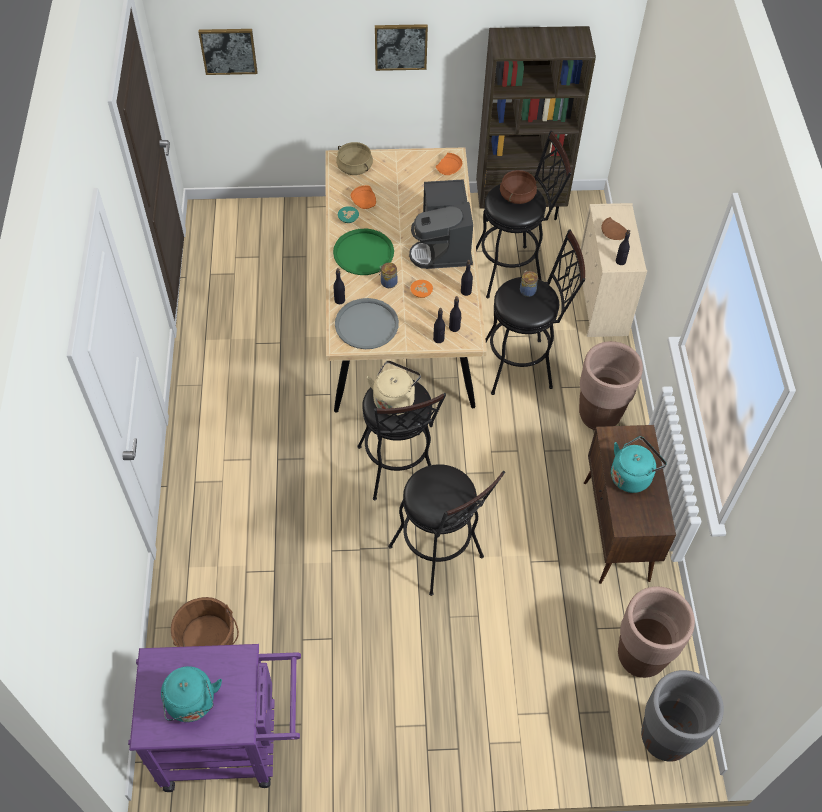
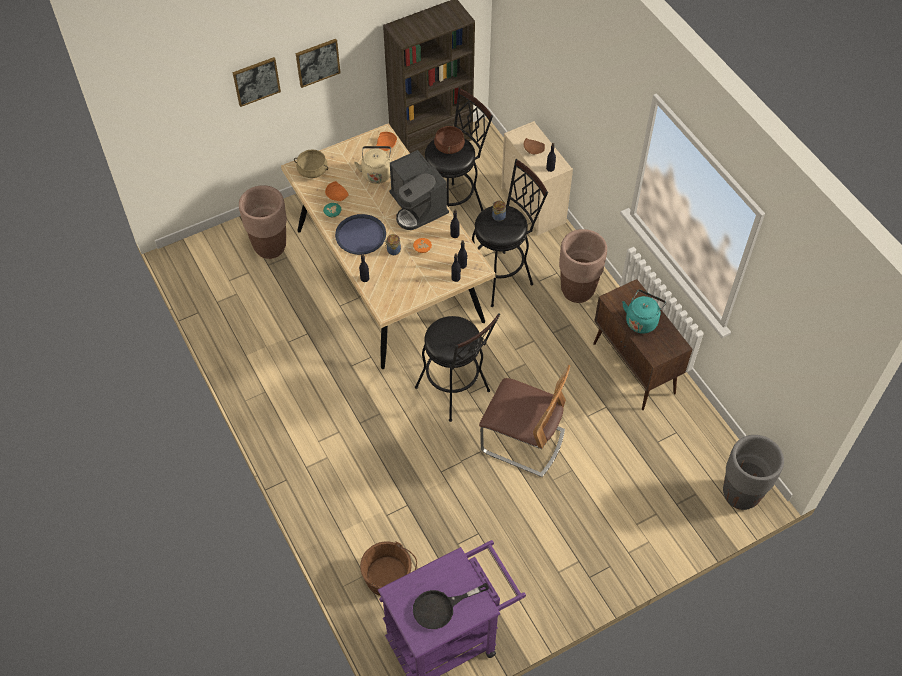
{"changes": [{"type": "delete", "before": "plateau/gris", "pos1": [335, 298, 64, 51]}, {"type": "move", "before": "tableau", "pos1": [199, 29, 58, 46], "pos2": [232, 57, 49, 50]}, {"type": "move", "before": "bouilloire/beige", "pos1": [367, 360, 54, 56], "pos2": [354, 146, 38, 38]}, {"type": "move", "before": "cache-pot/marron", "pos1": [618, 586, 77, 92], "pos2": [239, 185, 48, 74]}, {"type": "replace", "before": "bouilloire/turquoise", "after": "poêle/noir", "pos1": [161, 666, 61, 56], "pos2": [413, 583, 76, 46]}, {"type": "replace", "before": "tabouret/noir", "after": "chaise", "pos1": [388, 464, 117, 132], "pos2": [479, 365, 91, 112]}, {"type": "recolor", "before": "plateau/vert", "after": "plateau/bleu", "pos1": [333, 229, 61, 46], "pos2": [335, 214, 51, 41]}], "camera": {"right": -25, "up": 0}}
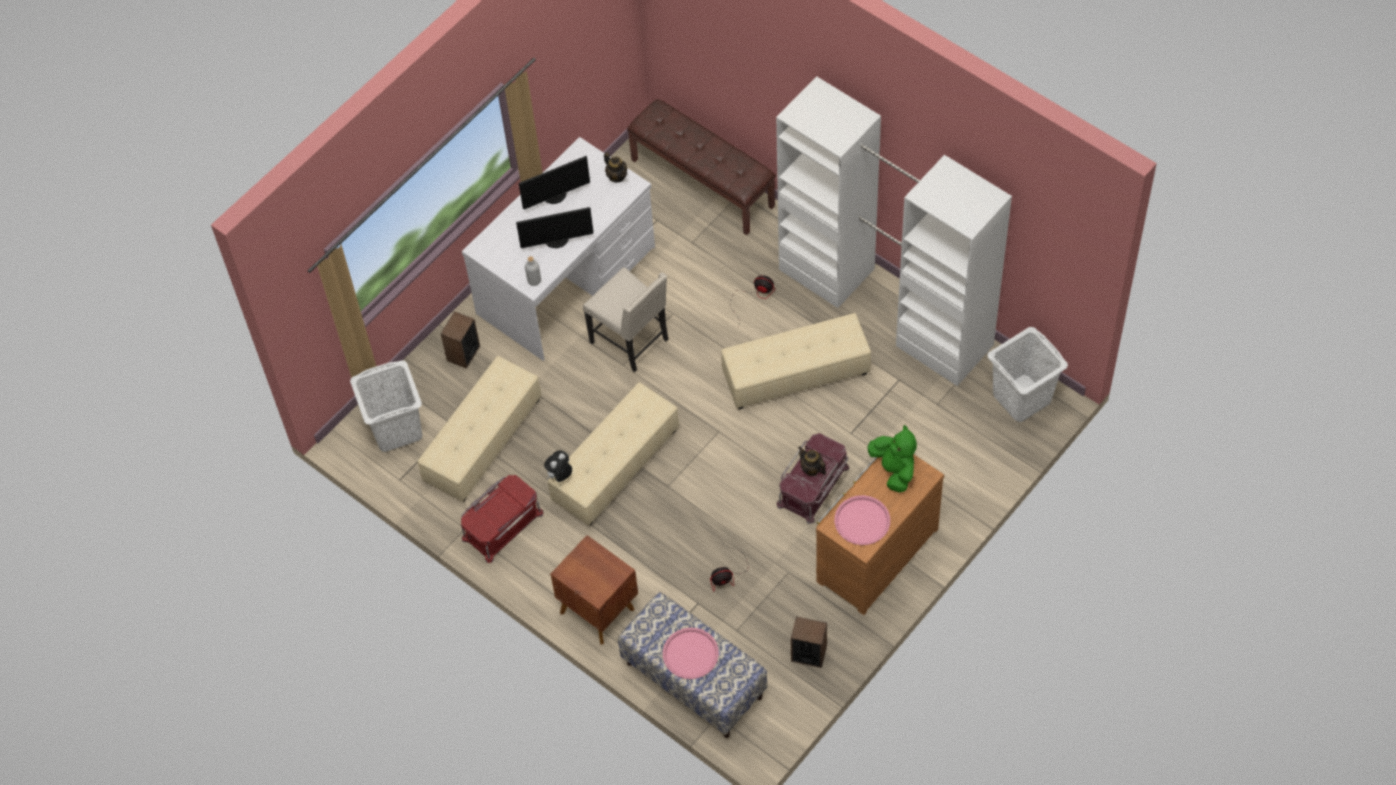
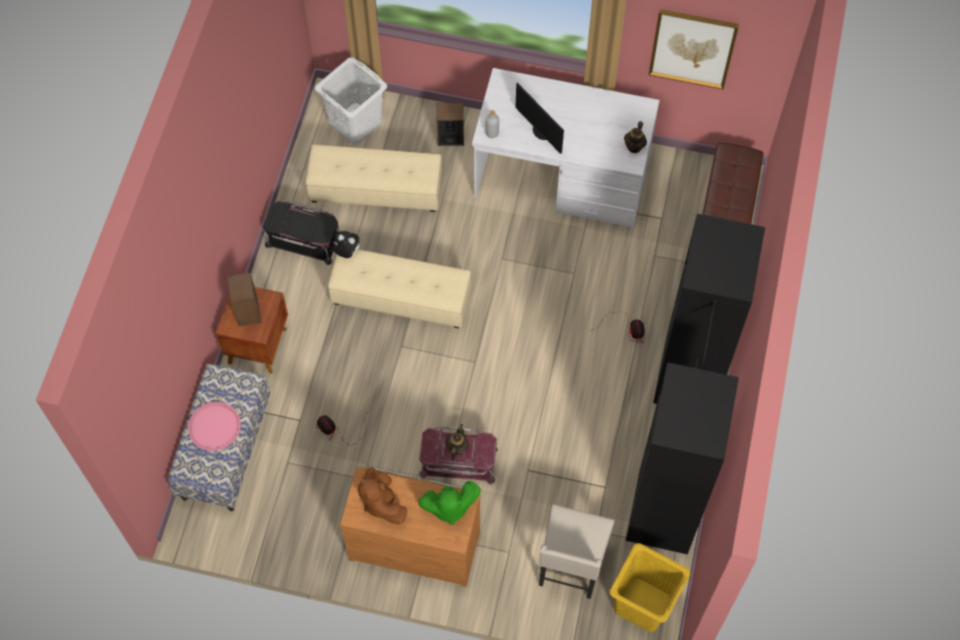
{"changes": [{"type": "delete", "before": "écran d'ordinateur", "pos1": [519, 156, 71, 53]}, {"type": "delete", "before": "pouf/beige", "pos1": [721, 313, 150, 96]}, {"type": "insert", "after": "tableau", "pos2": [649, 9, 90, 80]}, {"type": "move", "before": "chaise/beige", "pos1": [583, 267, 85, 105], "pos2": [539, 504, 75, 95]}, {"type": "move", "before": "enceinte", "pos1": [791, 616, 36, 52], "pos2": [227, 273, 34, 53]}, {"type": "replace", "before": "plateau/rose", "after": "peluche/marron", "pos1": [834, 495, 56, 50], "pos2": [358, 467, 49, 58]}, {"type": "recolor", "before": "boîte de rangement/rouge", "after": "boîte de rangement/noir", "pos1": [461, 475, 82, 88], "pos2": [263, 201, 77, 64]}, {"type": "recolor", "before": "armoire/blanc", "after": "armoire/noir", "pos1": [776, 76, 236, 310], "pos2": [626, 214, 139, 340]}, {"type": "recolor", "before": "panier à linge/blanc", "after": "panier à linge/jaune", "pos1": [987, 327, 81, 95], "pos2": [610, 543, 80, 89]}, {"type": "rotate", "before": "peluche/vert", "pos1": [868, 425, 49, 67], "pos2": [418, 481, 63, 44], "turn": 45}], "camera": {"right": 60, "up": 5}}
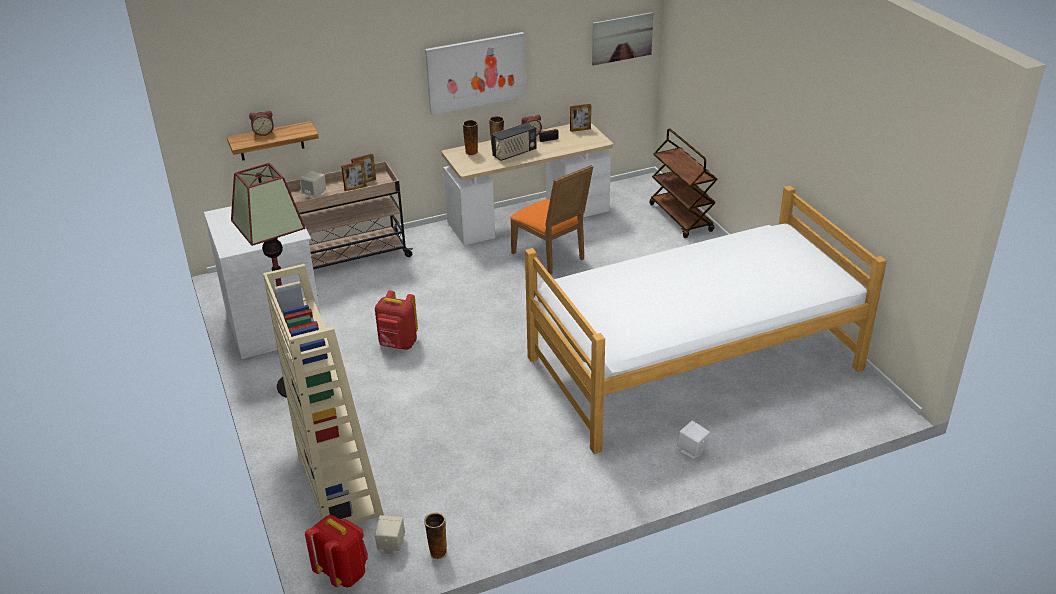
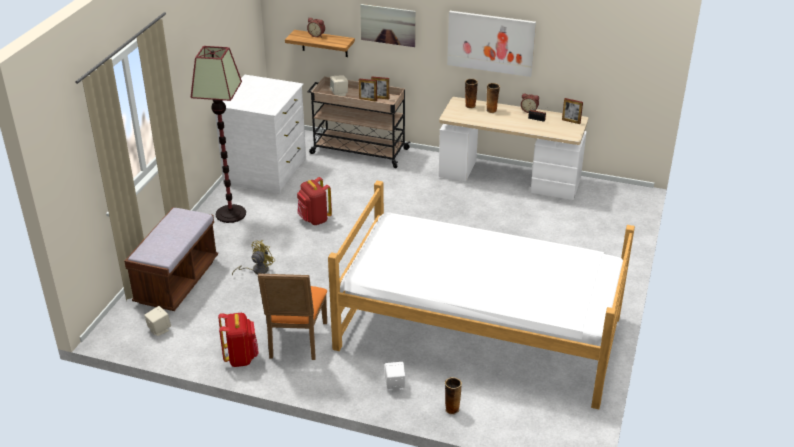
{"changes": [{"type": "delete", "before": "radio", "pos1": [492, 123, 44, 38]}, {"type": "delete", "before": "chariot/marron", "pos1": [649, 128, 69, 110]}, {"type": "insert", "after": "ventilateur/jaune", "pos2": [232, 240, 43, 35]}, {"type": "move", "before": "sac à dos/rouge", "pos1": [305, 515, 63, 73], "pos2": [218, 313, 41, 54]}, {"type": "move", "before": "vase", "pos1": [424, 513, 23, 46], "pos2": [445, 377, 17, 38]}, {"type": "move", "before": "chaise/orange", "pos1": [510, 165, 83, 110], "pos2": [258, 273, 69, 87]}, {"type": "move", "before": "tableau", "pos1": [592, 12, 61, 54], "pos2": [360, 4, 56, 43]}, {"type": "replace", "before": "bibliothèque/beige", "after": "banc/marron", "pos1": [263, 264, 121, 260], "pos2": [124, 207, 94, 104]}], "camera": {"right": 40, "up": 0}}
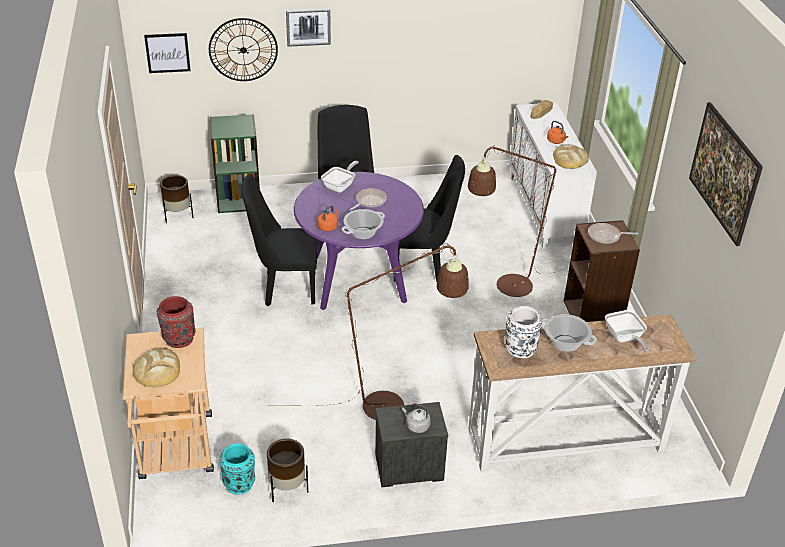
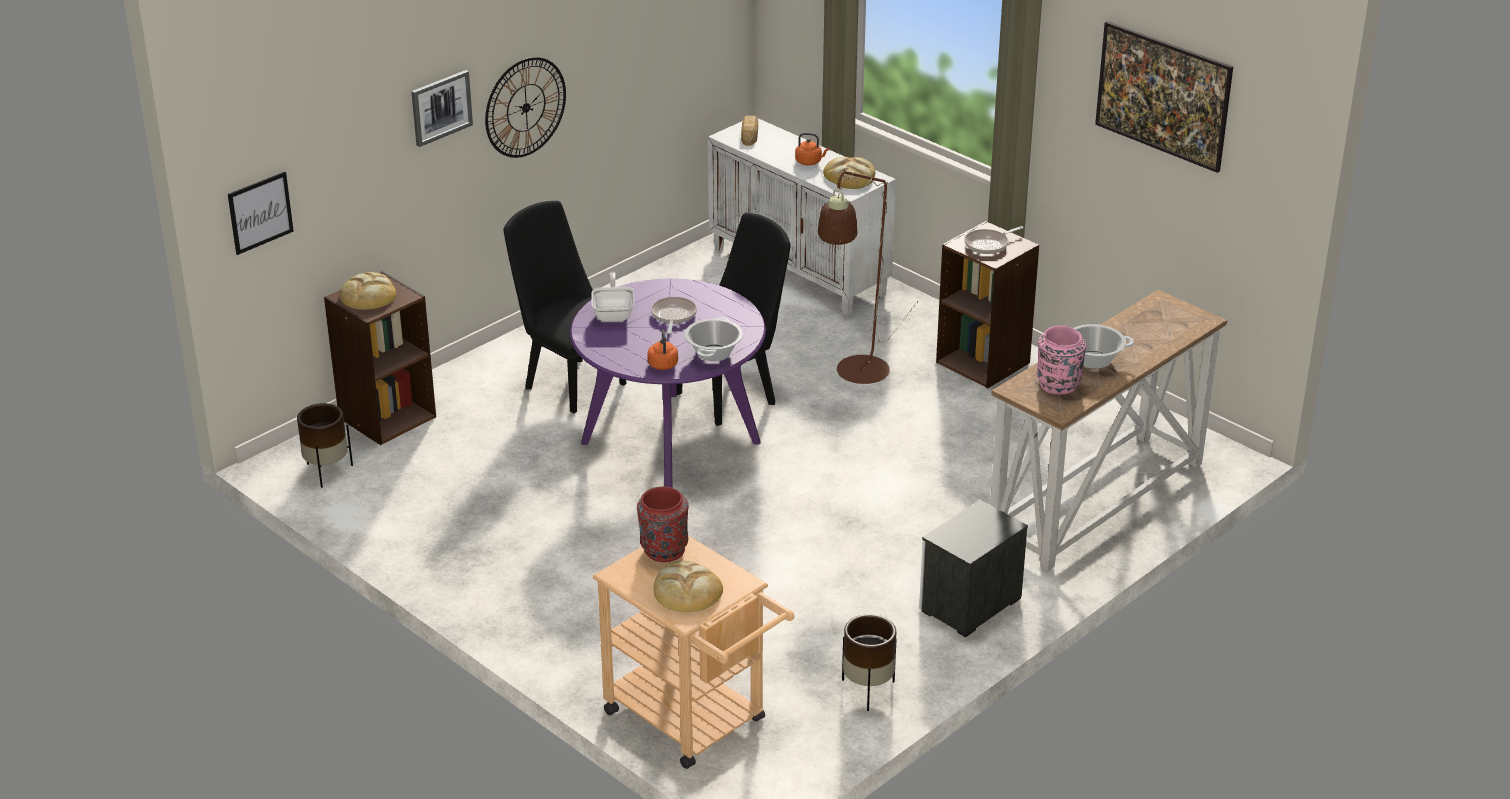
{"changes": [{"type": "delete", "before": "vase/turquoise", "pos1": [219, 443, 36, 52]}, {"type": "delete", "before": "chaise/noir", "pos1": [241, 174, 76, 132]}, {"type": "delete", "before": "lampadaire/marron", "pos1": [268, 243, 201, 177]}, {"type": "delete", "before": "bouilloire/gris", "pos1": [402, 403, 29, 30]}, {"type": "delete", "before": "poêle", "pos1": [605, 310, 44, 42]}, {"type": "insert", "after": "pain", "pos2": [340, 272, 56, 38]}, {"type": "move", "before": "horloge murale", "pos1": [209, 18, 69, 63], "pos2": [485, 57, 81, 101]}, {"type": "recolor", "before": "bibliothèque/vert", "after": "bibliothèque/marron", "pos1": [210, 114, 50, 99], "pos2": [324, 271, 112, 174]}, {"type": "recolor", "before": "vase/blanc", "after": "vase/rose", "pos1": [505, 306, 38, 52], "pos2": [1037, 326, 49, 69]}], "camera": {"right": -35, "up": -5}}
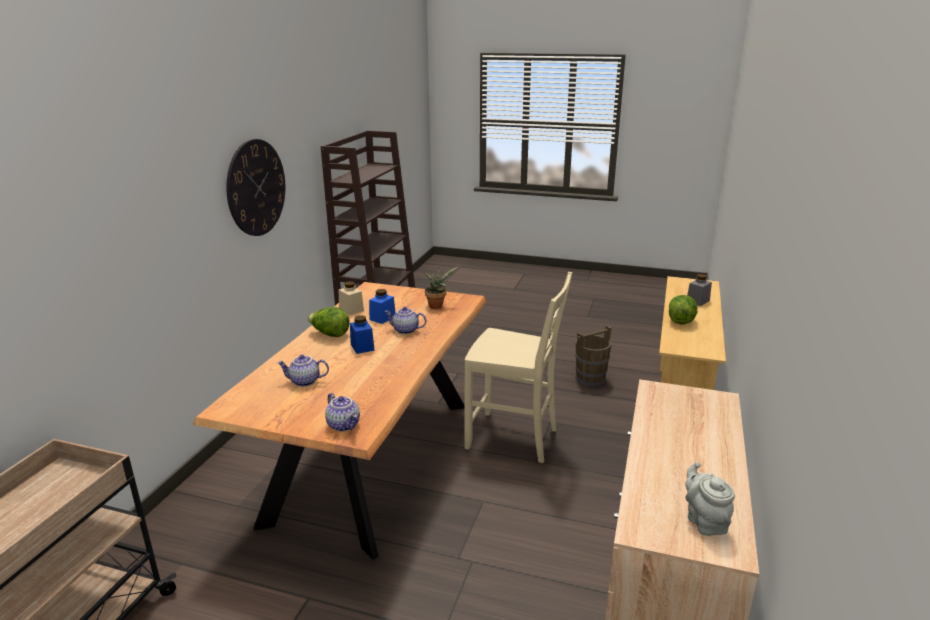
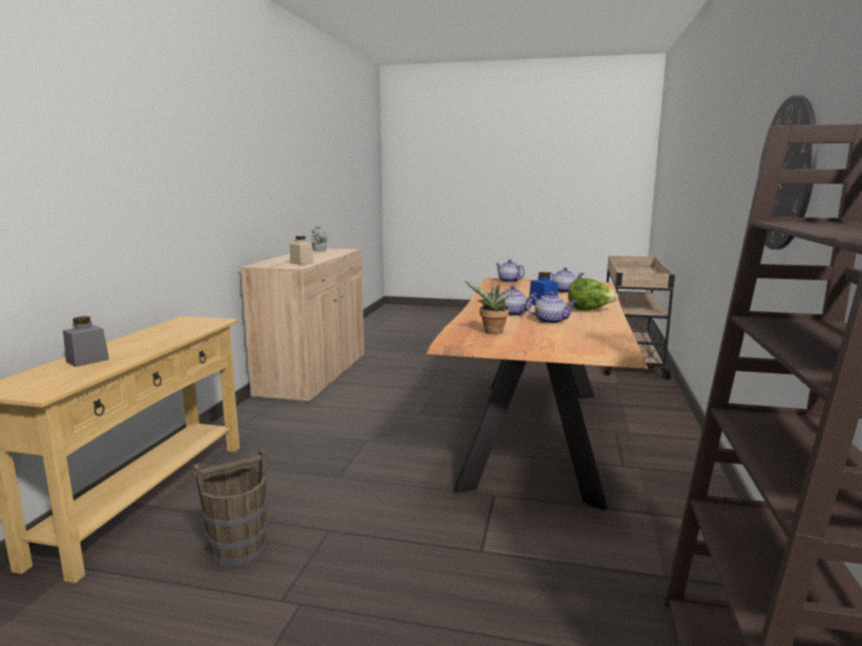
{"changes": [{"type": "delete", "before": "chaise/beige", "pos1": [464, 272, 108, 191]}, {"type": "delete", "before": "laitue", "pos1": [669, 295, 28, 29]}, {"type": "move", "before": "bocal/beige", "pos1": [338, 281, 26, 34], "pos2": [290, 236, 24, 29]}, {"type": "replace", "before": "bocal/bleu", "after": "théière", "pos1": [369, 289, 27, 35], "pos2": [526, 292, 51, 32]}], "camera": {"right": 175, "up": -10}}
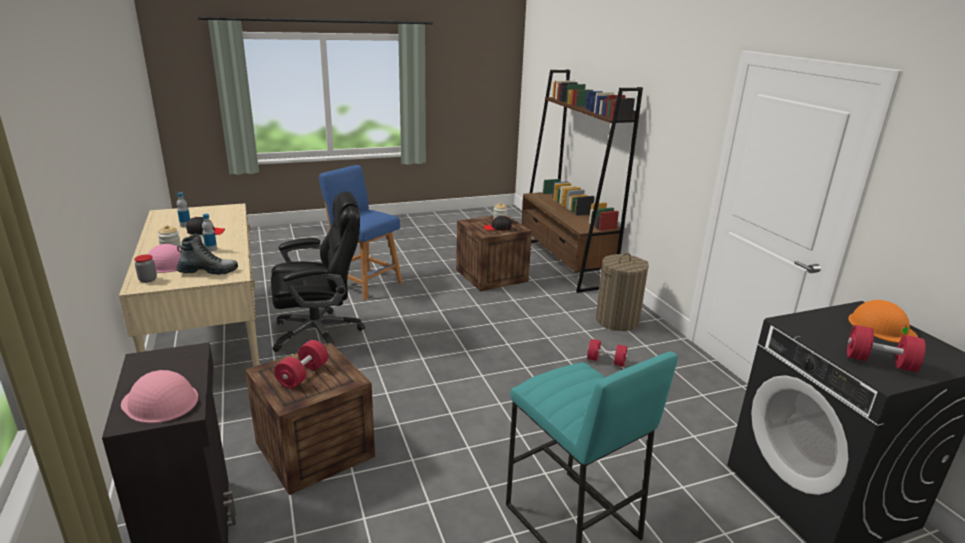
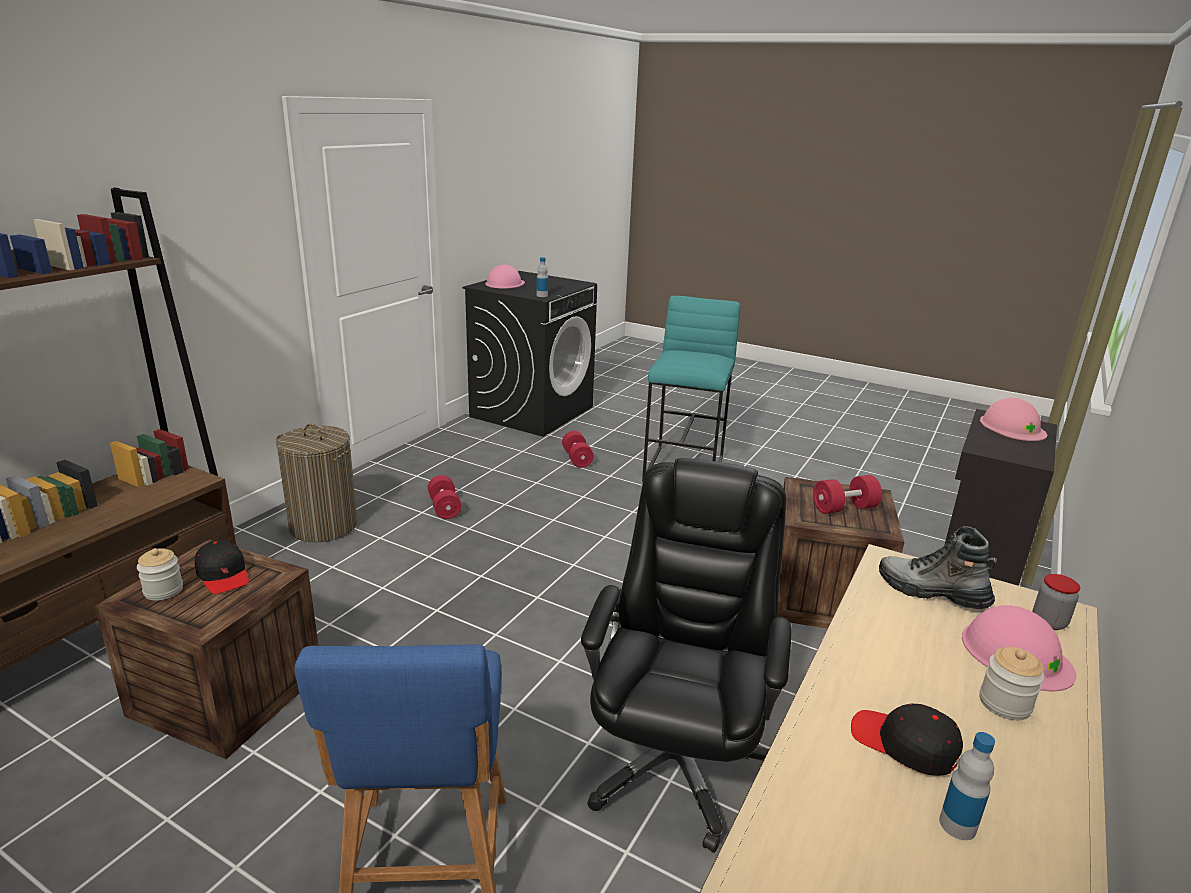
{"changes": [{"type": "move", "before": "bouteille", "pos1": [202, 214, 15, 38], "pos2": [537, 257, 11, 40]}, {"type": "move", "before": "haltère/rouge", "pos1": [847, 325, 79, 47], "pos2": [562, 431, 32, 37]}, {"type": "recolor", "before": "casque de chantier/orange", "after": "casque de chantier/rose", "pos1": [848, 300, 70, 43], "pos2": [485, 265, 40, 23]}, {"type": "rotate", "before": "chaise de bureau/noir", "pos1": [271, 191, 94, 161], "pos2": [581, 458, 211, 395], "turn": 75}], "camera": {"right": -130, "up": 0}}
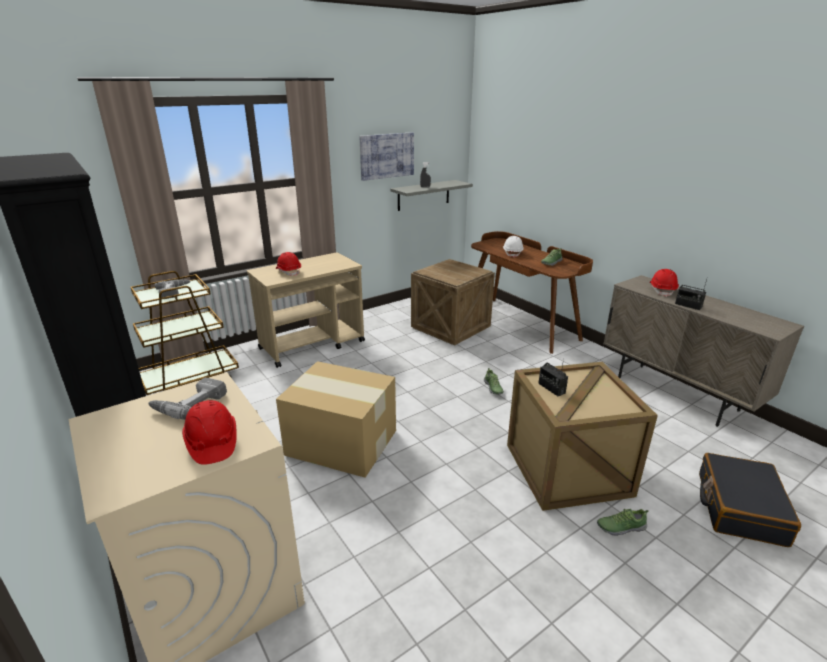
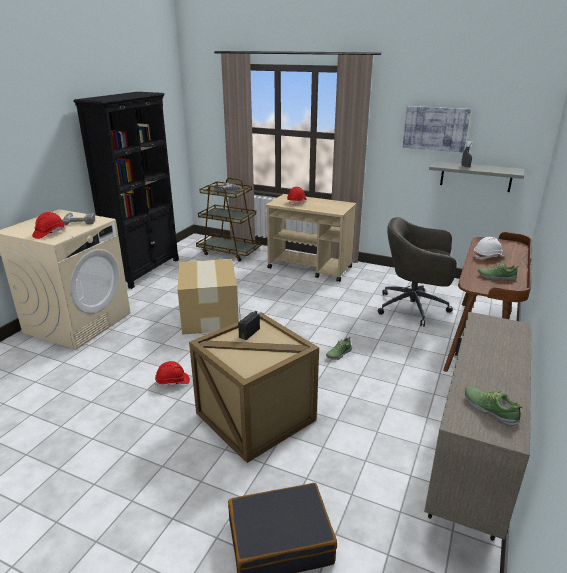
{"changes": [{"type": "delete", "before": "radio", "pos1": [675, 276, 33, 34]}, {"type": "move", "before": "chaussure", "pos1": [597, 509, 51, 27], "pos2": [465, 386, 58, 41]}, {"type": "move", "before": "casque de chantier/rouge", "pos1": [650, 269, 29, 28], "pos2": [155, 361, 35, 26]}, {"type": "replace", "before": "caisse", "after": "chaise de bureau/gris", "pos1": [411, 259, 84, 87], "pos2": [378, 217, 79, 109]}], "camera": {"right": 60, "up": 0}}
